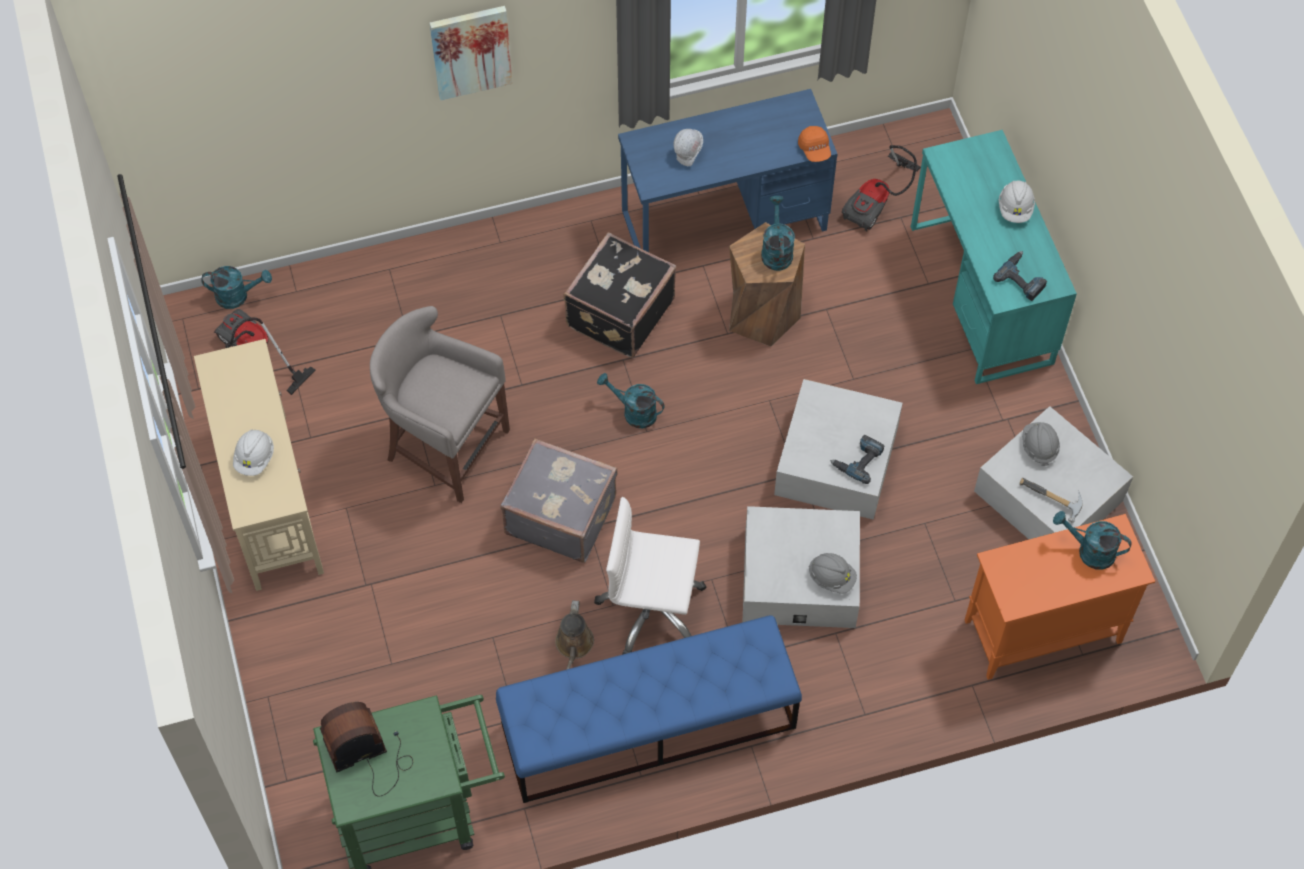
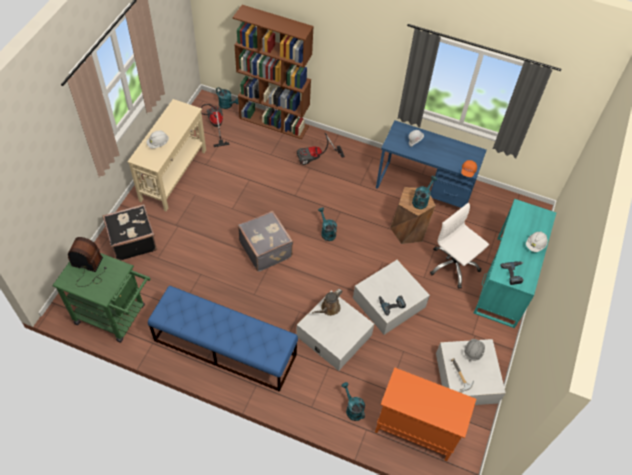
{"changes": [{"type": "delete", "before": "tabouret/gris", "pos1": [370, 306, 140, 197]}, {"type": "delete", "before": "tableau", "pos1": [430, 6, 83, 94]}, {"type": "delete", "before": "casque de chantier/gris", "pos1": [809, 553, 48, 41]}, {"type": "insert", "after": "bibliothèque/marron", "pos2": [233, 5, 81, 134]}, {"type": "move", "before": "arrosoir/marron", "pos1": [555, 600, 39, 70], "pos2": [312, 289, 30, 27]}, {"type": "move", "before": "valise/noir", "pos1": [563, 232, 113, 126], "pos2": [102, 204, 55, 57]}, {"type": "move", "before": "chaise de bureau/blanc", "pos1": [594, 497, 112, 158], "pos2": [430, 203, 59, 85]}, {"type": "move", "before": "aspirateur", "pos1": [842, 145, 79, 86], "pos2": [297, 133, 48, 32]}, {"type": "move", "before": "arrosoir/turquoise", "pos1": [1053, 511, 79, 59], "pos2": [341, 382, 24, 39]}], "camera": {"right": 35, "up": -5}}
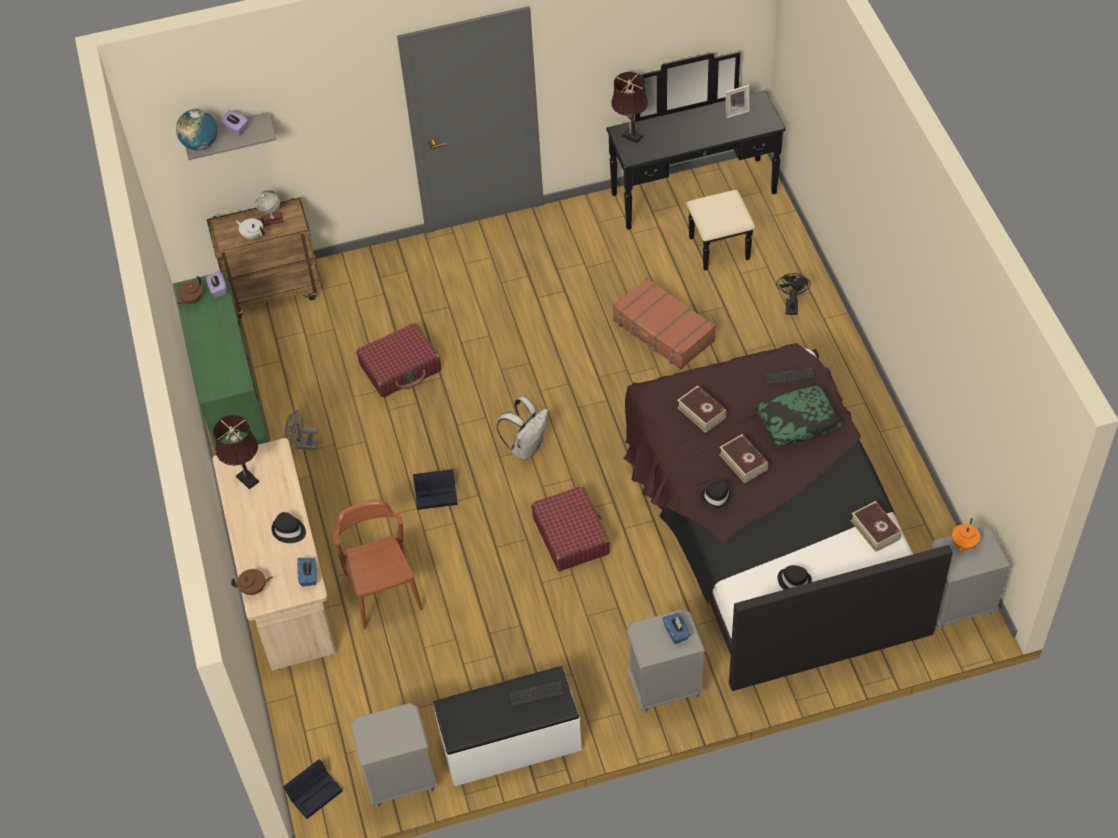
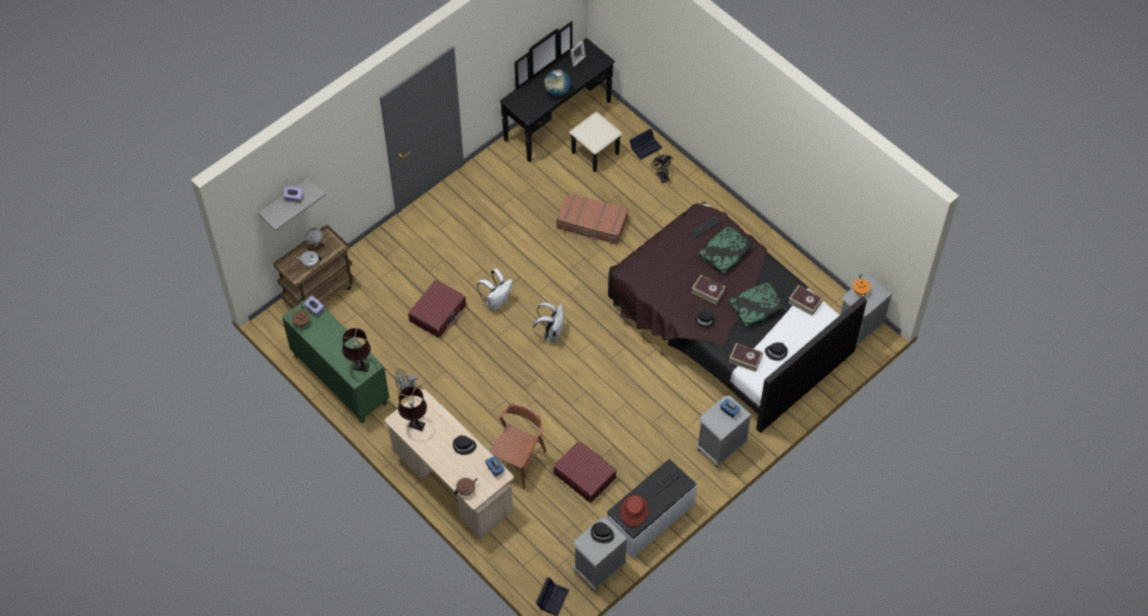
{"changes": [{"type": "insert", "after": "sac à dos/blanc", "pos2": [477, 269, 36, 42]}, {"type": "insert", "after": "chapeau/noir", "pos2": [591, 522, 23, 22]}, {"type": "insert", "after": "chapeau/rouge", "pos2": [620, 495, 29, 31]}, {"type": "insert", "after": "coussin", "pos2": [728, 283, 58, 45]}, {"type": "move", "before": "globe", "pos1": [176, 109, 42, 41], "pos2": [544, 70, 27, 26]}, {"type": "move", "before": "boîte de rangement/noir", "pos1": [413, 469, 44, 41], "pos2": [630, 128, 32, 32]}, {"type": "move", "before": "valise/rouge", "pos1": [531, 486, 79, 85], "pos2": [553, 441, 64, 62]}, {"type": "move", "before": "lampe de table/marron", "pos1": [611, 72, 37, 71], "pos2": [342, 328, 29, 43]}, {"type": "move", "before": "livre", "pos1": [677, 386, 50, 47], "pos2": [729, 343, 34, 29]}, {"type": "rotate", "before": "chaise/marron", "pos1": [333, 499, 90, 130], "pos2": [489, 403, 57, 86], "turn": 75}], "camera": {"right": -30, "up": 5}}
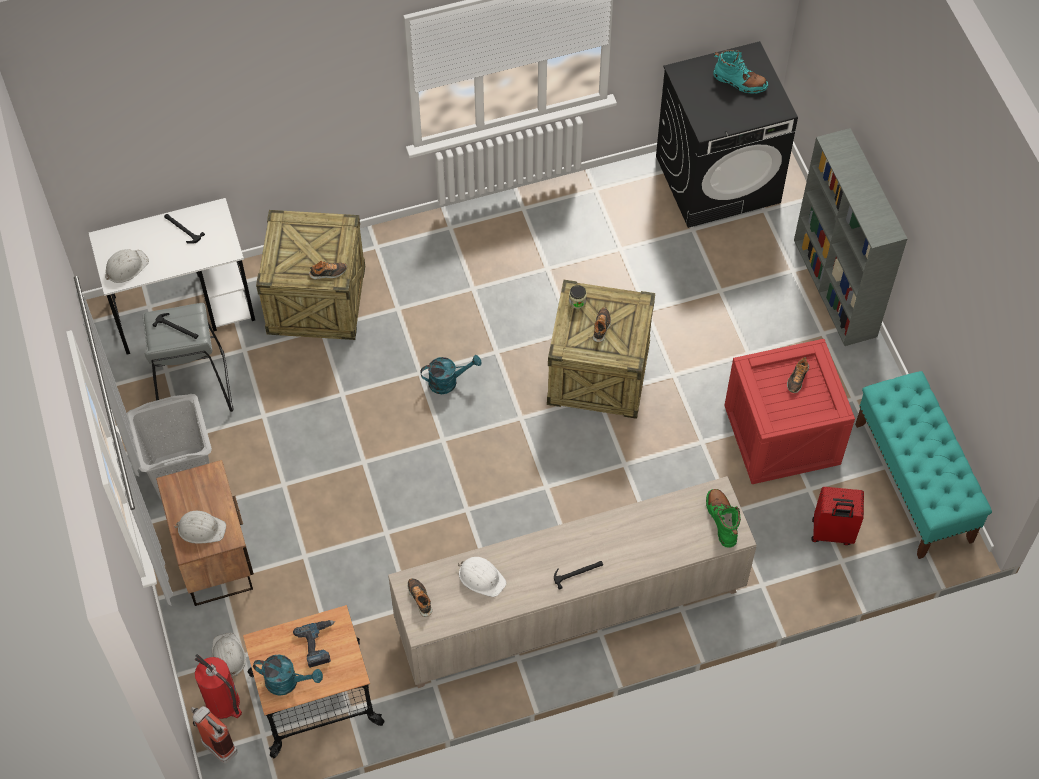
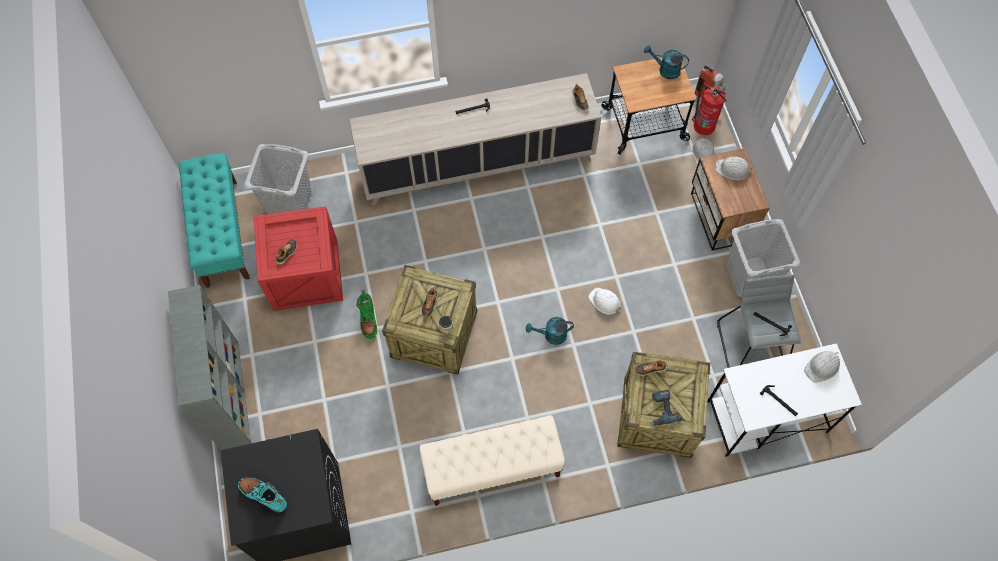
{"changes": [{"type": "insert", "after": "banc/beige", "pos2": [419, 415, 146, 91]}, {"type": "move", "before": "perceuse", "pos1": [293, 620, 42, 48], "pos2": [650, 389, 32, 36]}, {"type": "move", "before": "casque de chantier/blanc", "pos1": [458, 557, 49, 40], "pos2": [588, 288, 32, 27]}, {"type": "move", "before": "botte/vert", "pos1": [706, 489, 35, 59], "pos2": [357, 290, 20, 49]}, {"type": "replace", "before": "valise/rouge", "after": "panier à linge/gris", "pos1": [812, 487, 52, 58], "pos2": [244, 144, 68, 70]}], "camera": {"right": -175, "up": 5}}
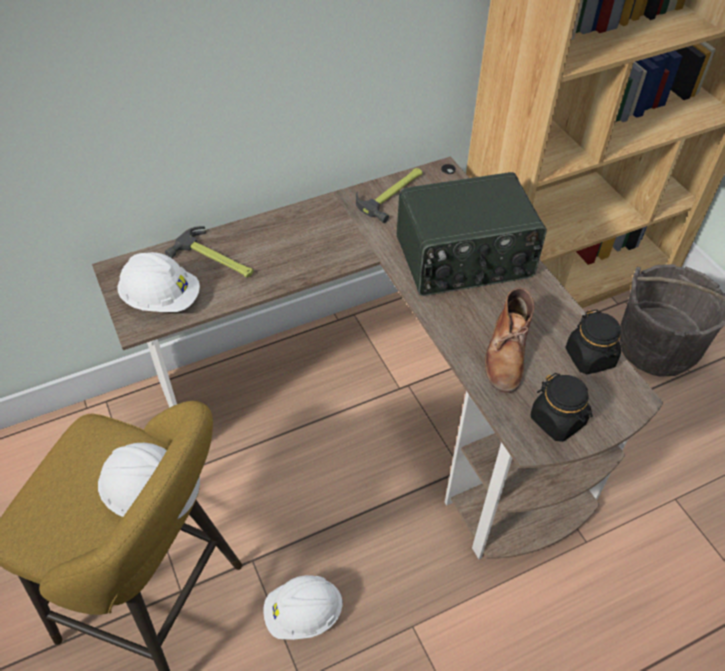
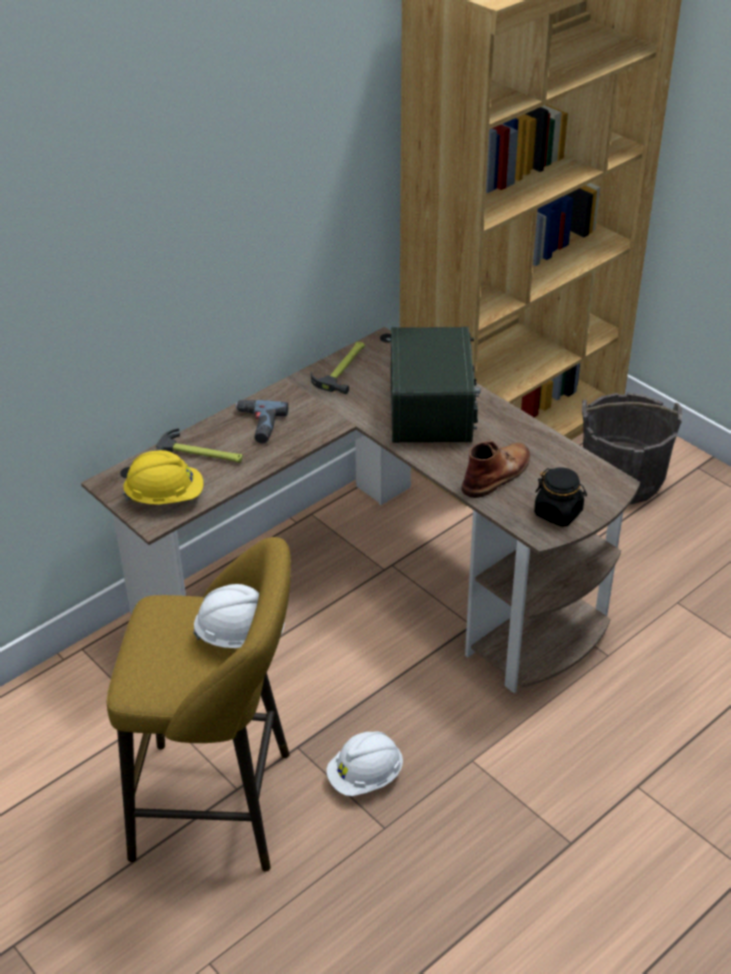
{"changes": [{"type": "delete", "before": "bocal/noir", "pos1": [565, 309, 56, 65]}, {"type": "insert", "after": "perceuse", "pos2": [235, 400, 53, 43]}, {"type": "recolor", "before": "casque de chantier/blanc", "after": "casque de chantier/jaune", "pos1": [117, 252, 83, 60], "pos2": [123, 450, 80, 54]}, {"type": "rotate", "before": "radio", "pos1": [397, 172, 150, 124], "pos2": [391, 327, 90, 116], "turn": -60}, {"type": "rotate", "before": "botte/marron", "pos1": [484, 287, 50, 106], "pos2": [462, 439, 68, 59], "turn": -135}], "camera": {"right": -15, "up": -10}}
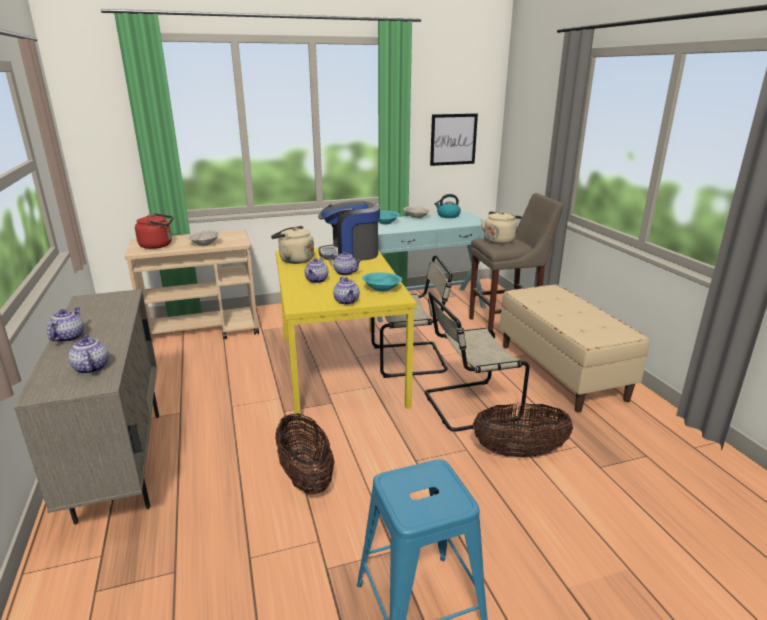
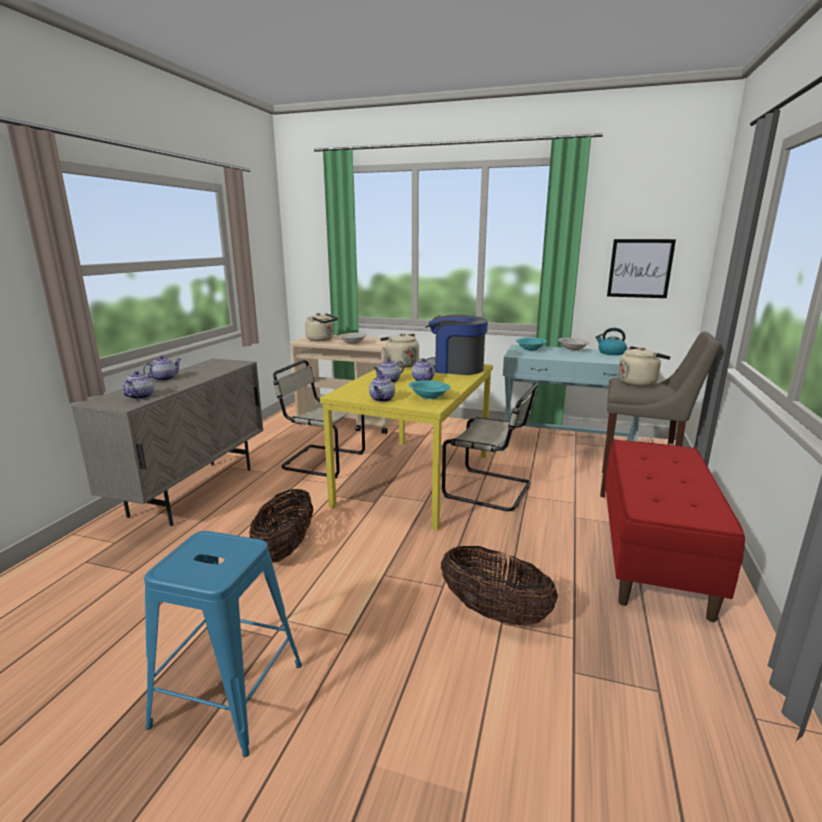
{"changes": [{"type": "move", "before": "chaise/beige", "pos1": [425, 291, 105, 140], "pos2": [273, 360, 92, 118]}, {"type": "recolor", "before": "bouilloire/rouge", "after": "bouilloire/beige", "pos1": [135, 213, 38, 36], "pos2": [305, 313, 33, 28]}, {"type": "recolor", "before": "banc/beige", "after": "banc/rouge", "pos1": [500, 284, 150, 129], "pos2": [605, 440, 140, 182]}], "camera": {"right": 35, "up": -5}}
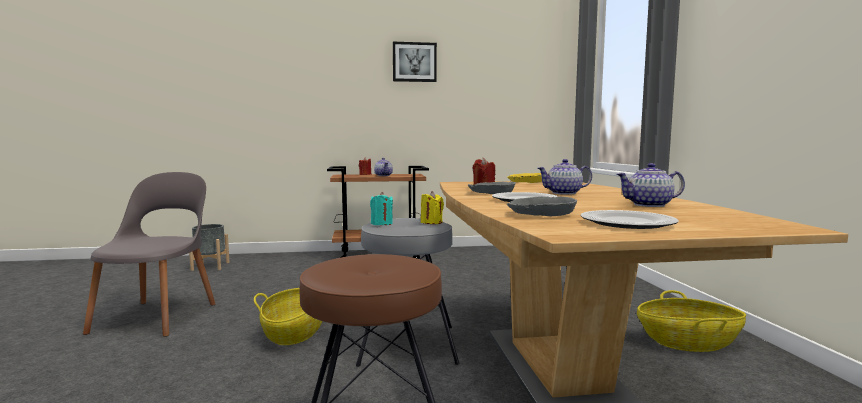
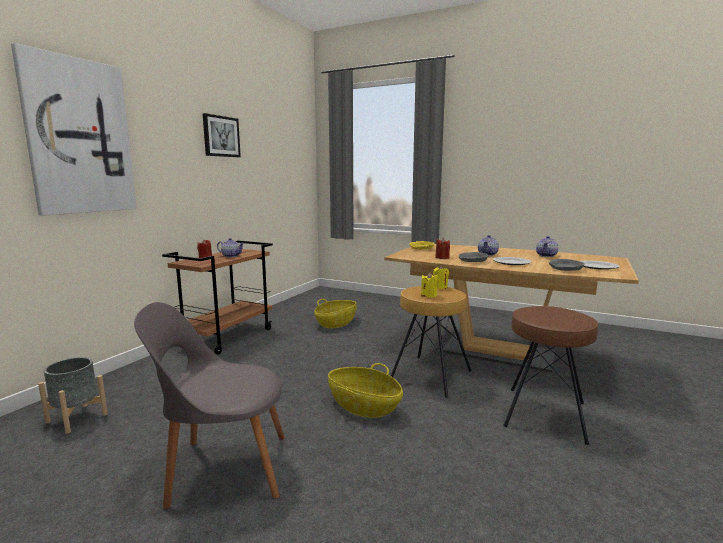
{"changes": [{"type": "insert", "after": "tableau", "pos2": [11, 43, 126, 173]}, {"type": "move", "before": "panier", "pos1": [637, 290, 109, 62], "pos2": [314, 299, 43, 29]}, {"type": "recolor", "before": "tabouret/gris", "after": "tabouret/marron", "pos1": [356, 218, 104, 149], "pos2": [391, 286, 81, 112]}, {"type": "recolor", "before": "bougie/turquoise", "after": "bougie/jaune", "pos1": [370, 192, 23, 33], "pos2": [421, 272, 17, 25]}, {"type": "rotate", "before": "chaise/gris", "pos1": [83, 172, 132, 165], "pos2": [134, 302, 151, 208], "turn": -45}], "camera": {"right": -55, "up": 5}}
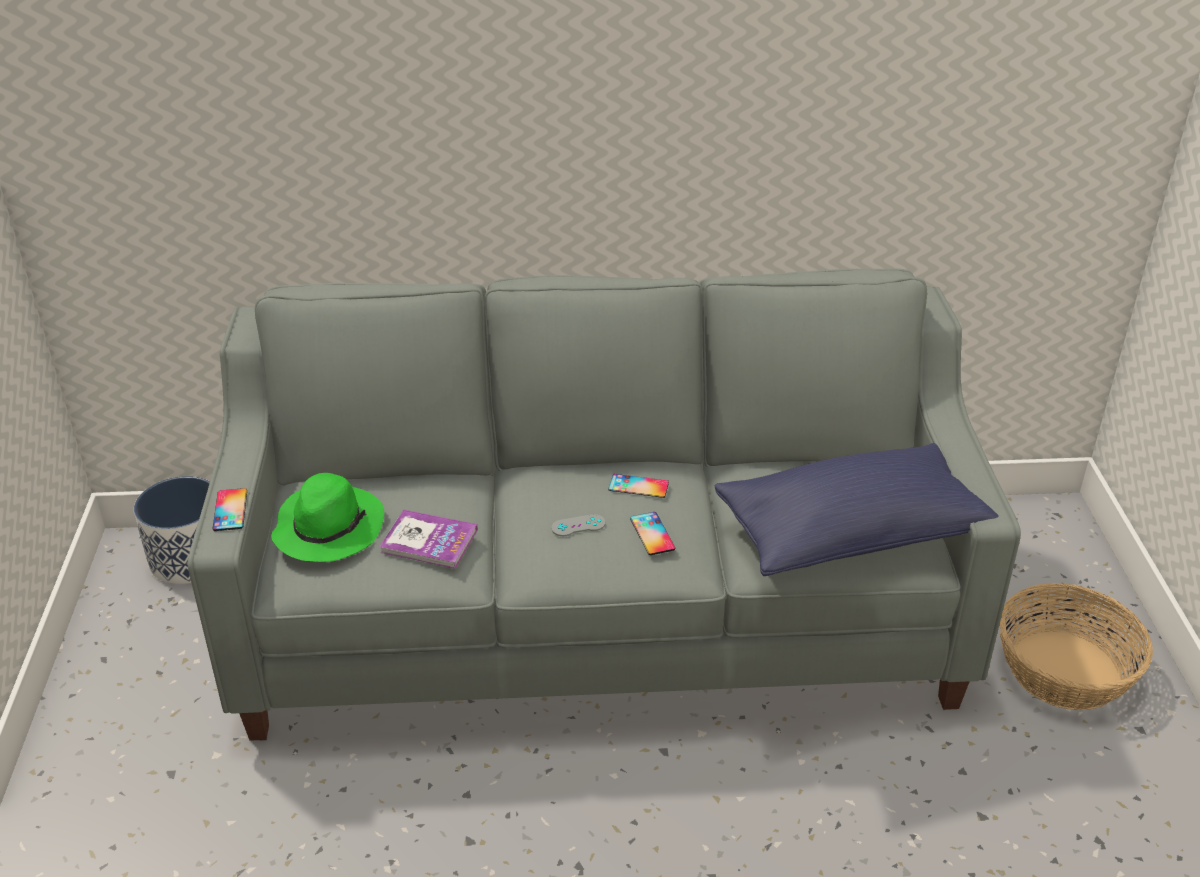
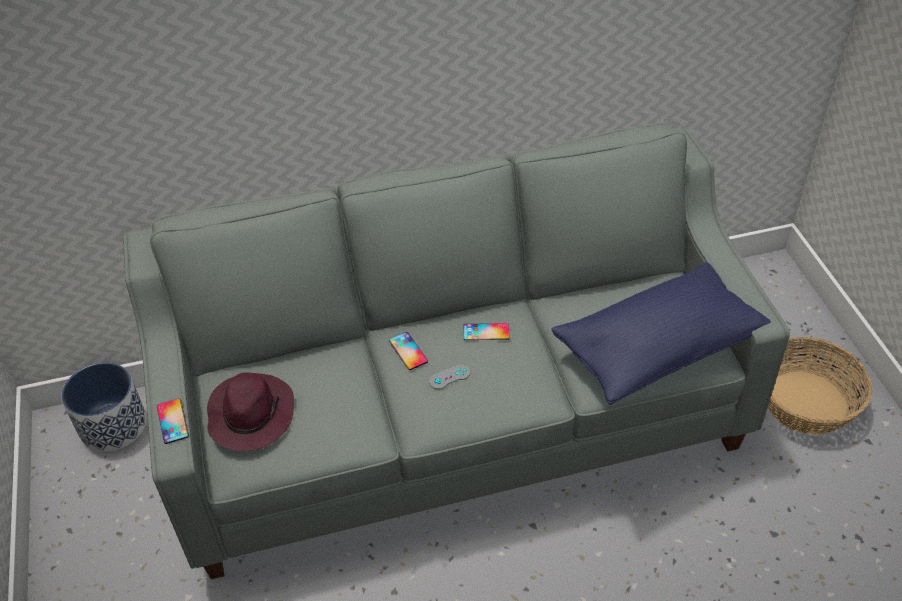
{"changes": [{"type": "delete", "before": "livre", "pos1": [379, 510, 99, 59]}, {"type": "move", "before": "téléphone", "pos1": [630, 512, 45, 43], "pos2": [389, 332, 39, 38]}, {"type": "recolor", "before": "chapeau/vert", "after": "chapeau/violet", "pos1": [271, 473, 113, 89], "pos2": [207, 372, 87, 79]}], "camera": {"right": -10, "up": 10}}
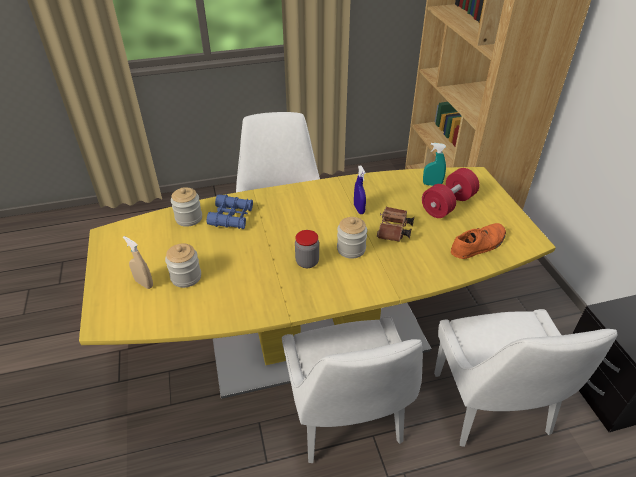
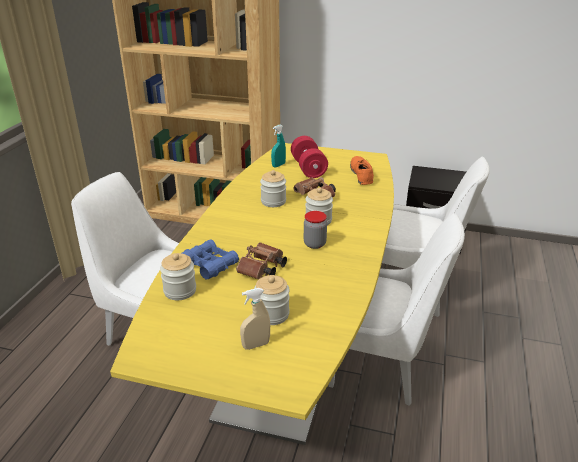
{"changes": [{"type": "insert", "after": "jumelles/marron", "pos2": [236, 242, 51, 37]}, {"type": "replace", "before": "vaporisateur/bleu", "after": "bocal", "pos1": [354, 165, 12, 49], "pos2": [260, 170, 26, 37]}], "camera": {"right": -60, "up": -10}}
